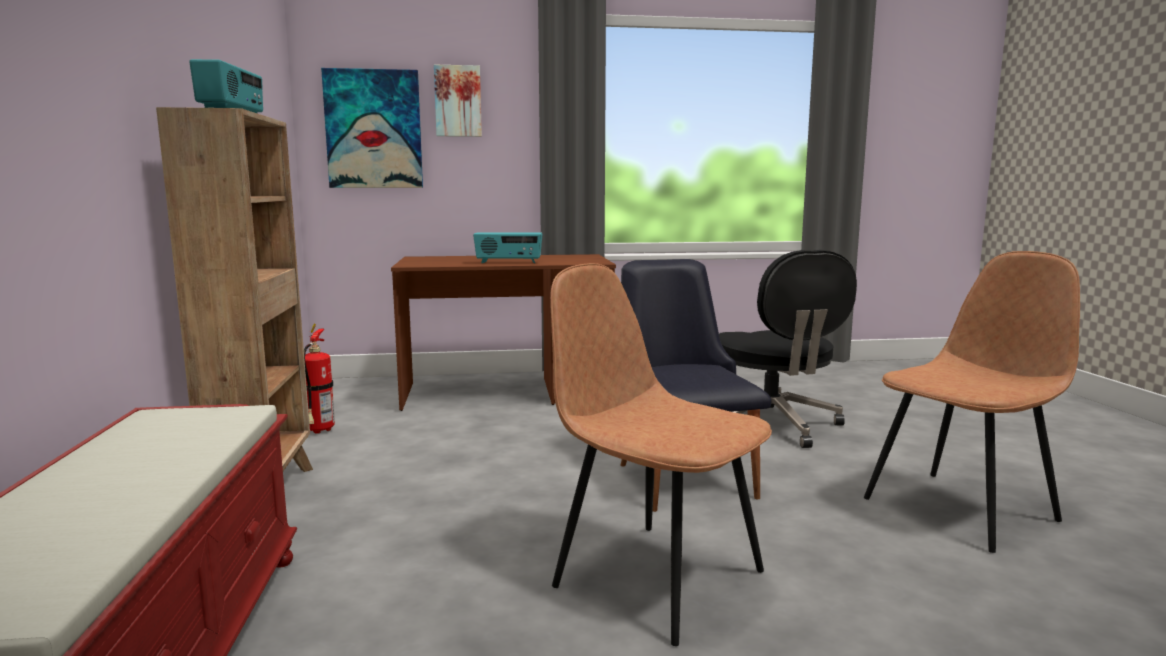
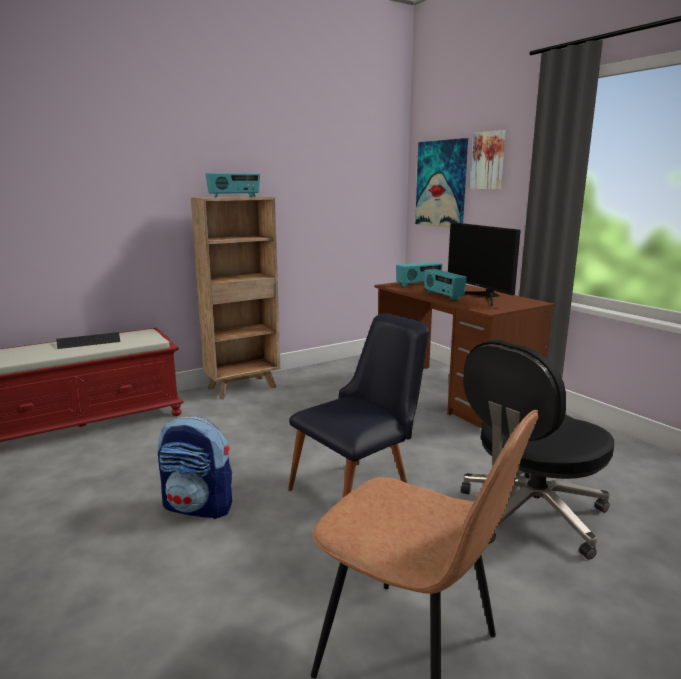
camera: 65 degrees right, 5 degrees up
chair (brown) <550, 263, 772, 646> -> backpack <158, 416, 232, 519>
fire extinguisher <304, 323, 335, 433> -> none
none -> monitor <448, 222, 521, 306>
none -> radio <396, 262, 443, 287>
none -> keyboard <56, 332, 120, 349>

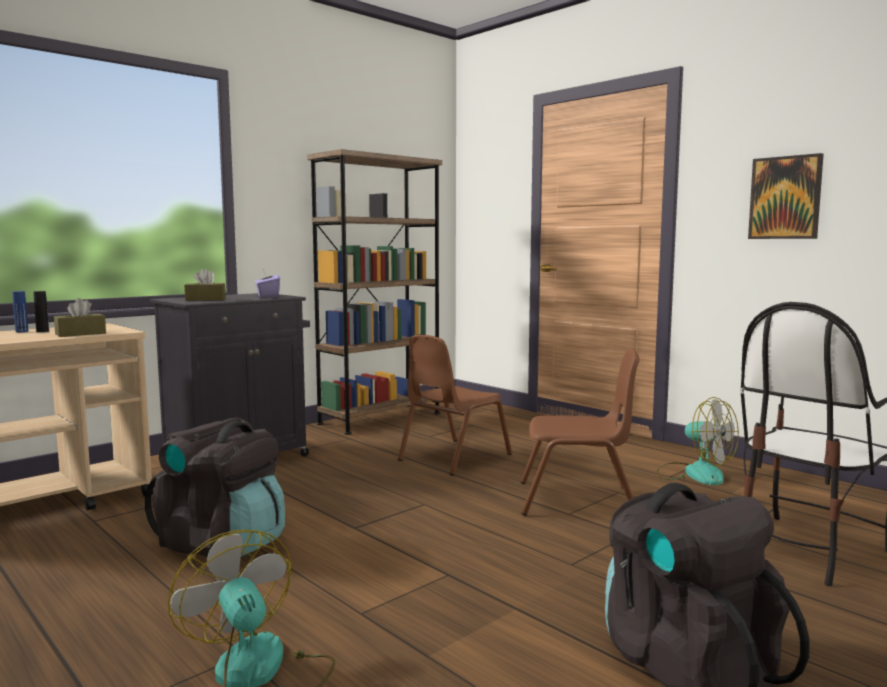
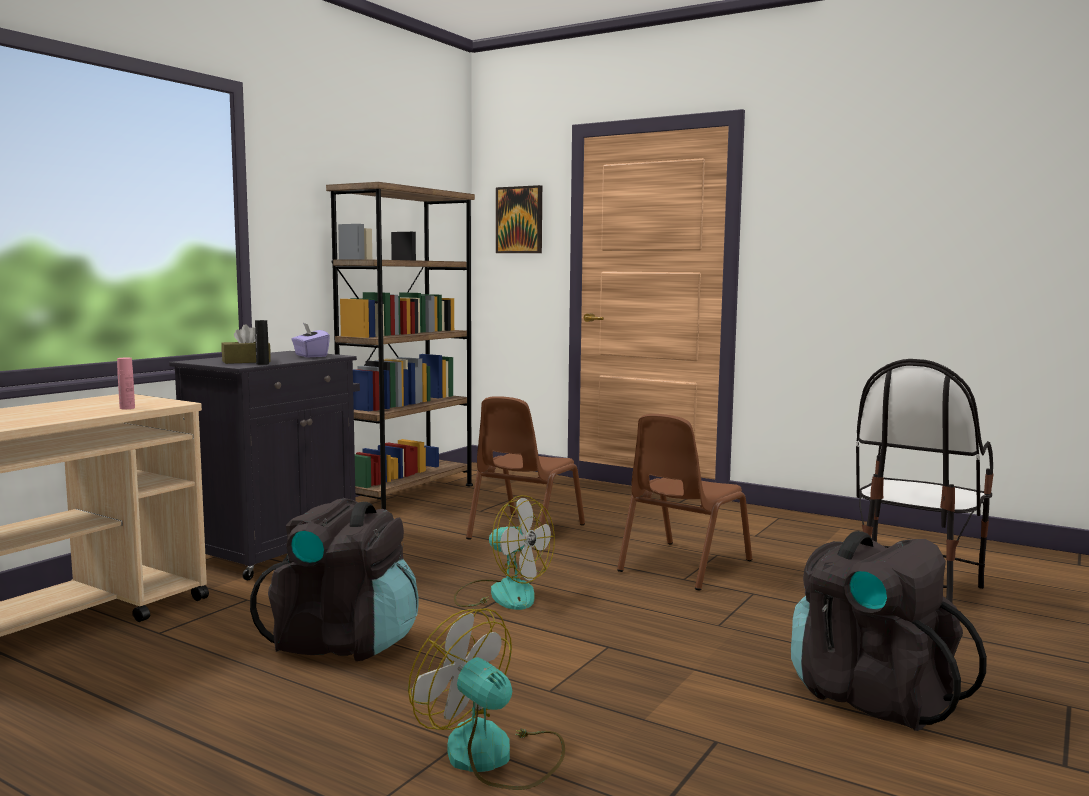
camera: 15 degrees left, 0 degrees up
picture <748, 153, 824, 239> -> picture <496, 185, 542, 253>, moved
bottle (blue) <12, 291, 28, 332> -> none
bottle (black) <33, 291, 49, 332> -> bottle (black) <255, 320, 269, 365>, moved
tissue box (brown) <54, 298, 106, 337> -> bottle (pink) <117, 358, 135, 409>
chair (brown) <521, 349, 640, 516> -> chair (brown) <617, 414, 752, 591>, 135 degrees clockwise
fan <657, 397, 739, 485> -> fan <454, 495, 555, 610>, moved

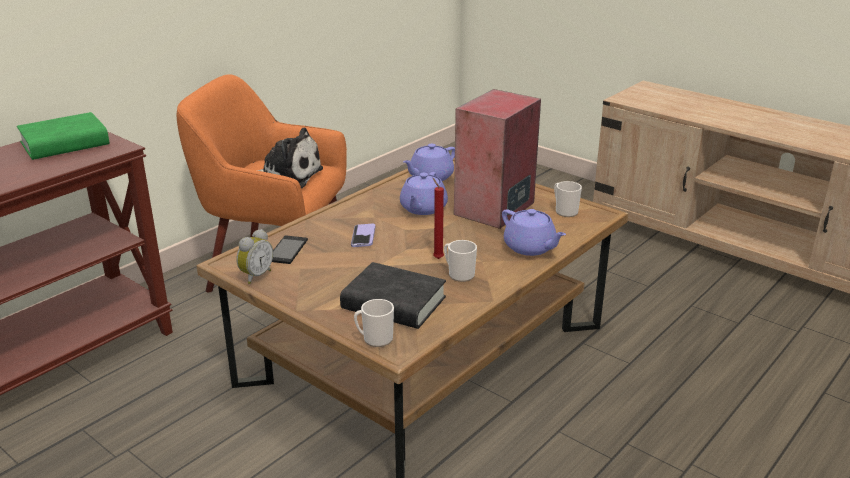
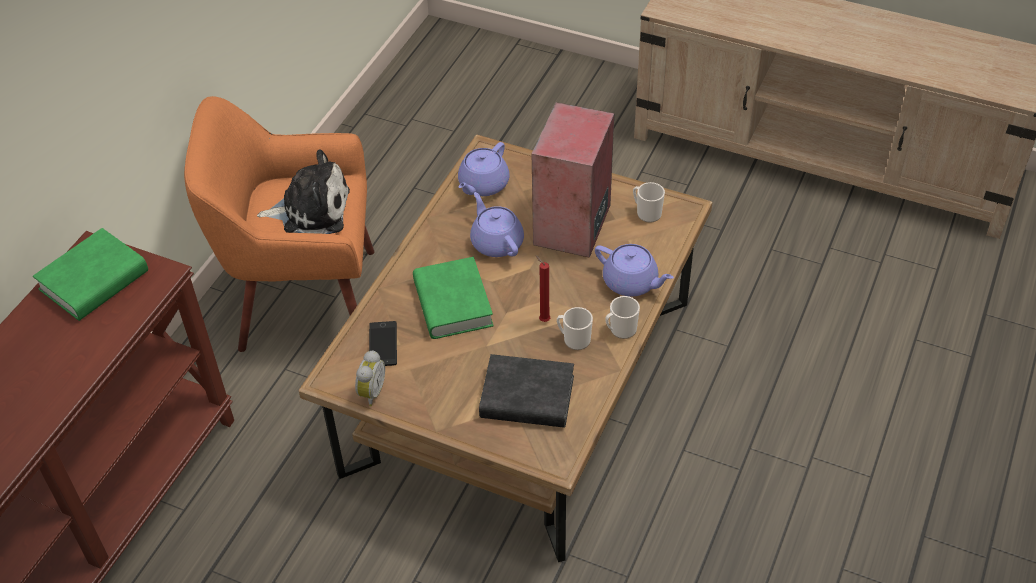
camera: 15 degrees left, 20 degrees up
teapot (purple) <400, 172, 448, 215> -> teapot (purple) <470, 192, 524, 257>, 150 degrees clockwise
phone <351, 224, 376, 247> -> book (green) <413, 257, 493, 339>
mug <354, 299, 394, 347> -> mug <605, 296, 640, 339>, moved

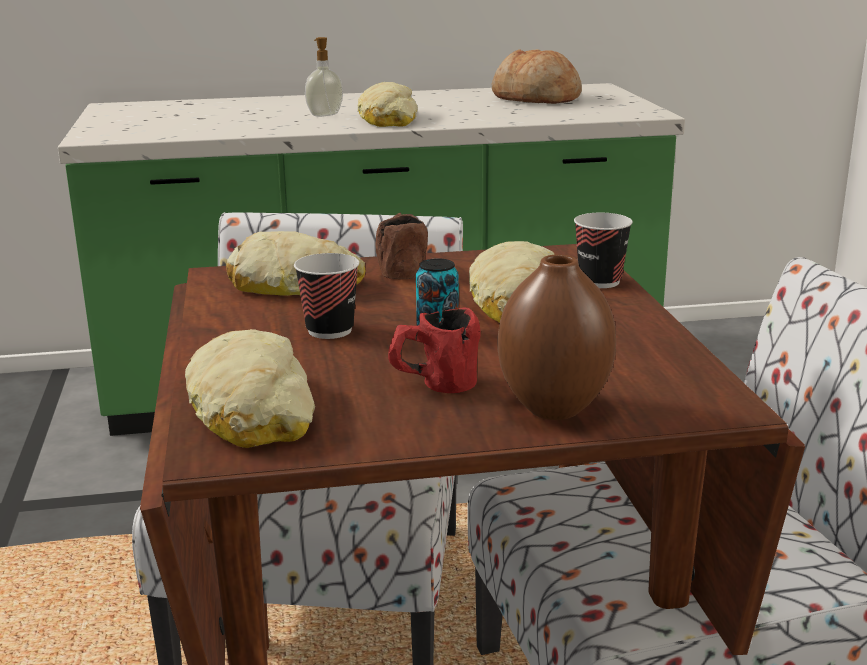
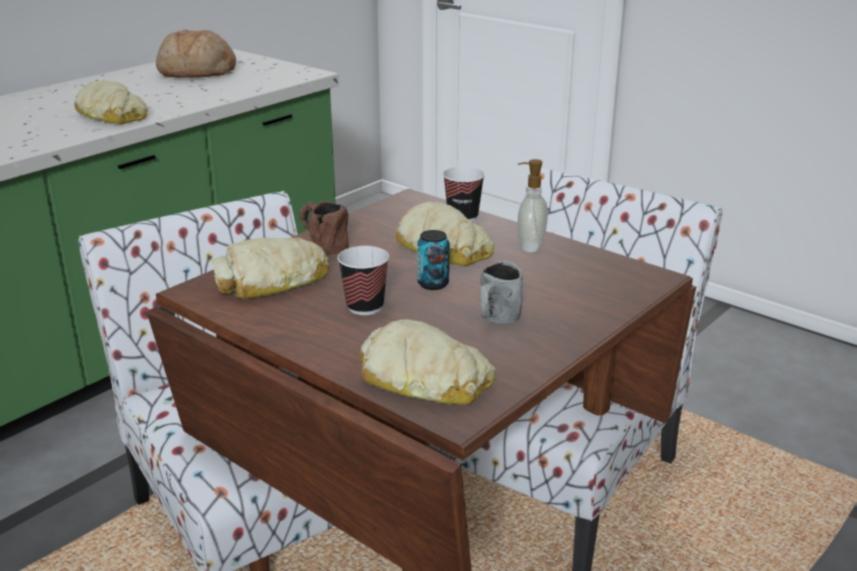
camera: 40 degrees left, 5 degrees up
soap dispenser <305, 37, 343, 117> -> soap dispenser <517, 159, 548, 253>, moved
vase (brown) <498, 254, 616, 420> -> none
mug (red) <388, 307, 481, 393> -> mug (grey) <480, 261, 523, 324>

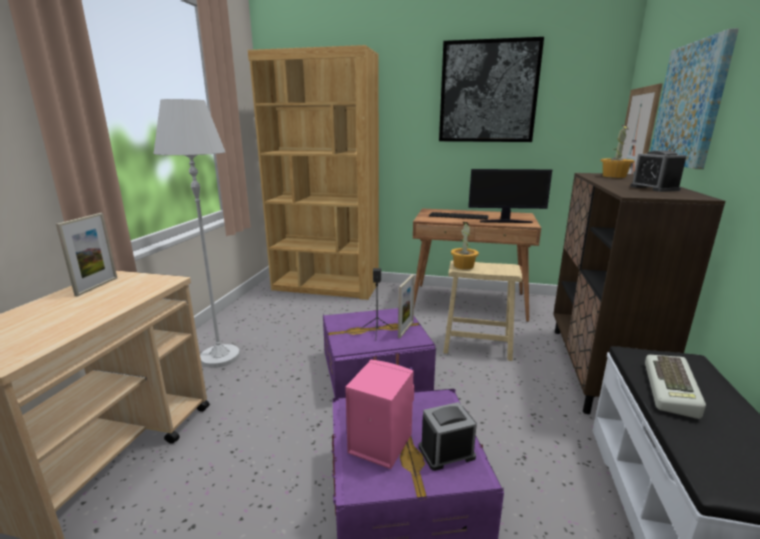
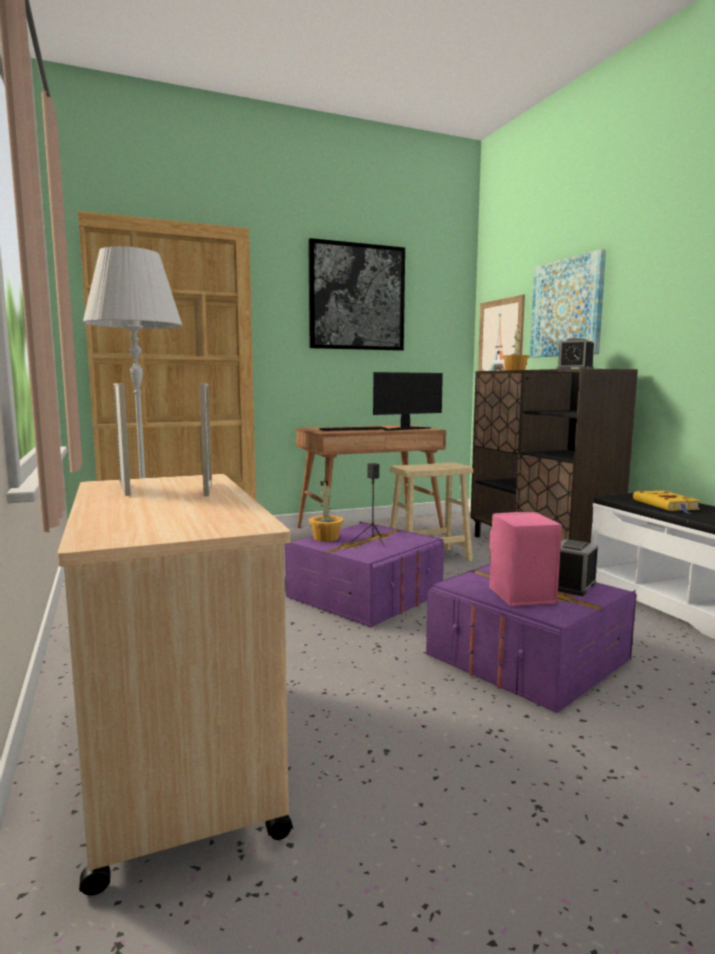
camera: 35 degrees left, 10 degrees down
potted plant <451, 222, 479, 270> -> potted plant <309, 481, 344, 542>, moved
picture frame <398, 274, 415, 338> -> picture frame <199, 383, 212, 496>, moved
keyboard <645, 355, 706, 419> -> book (yellow) <633, 491, 701, 513>

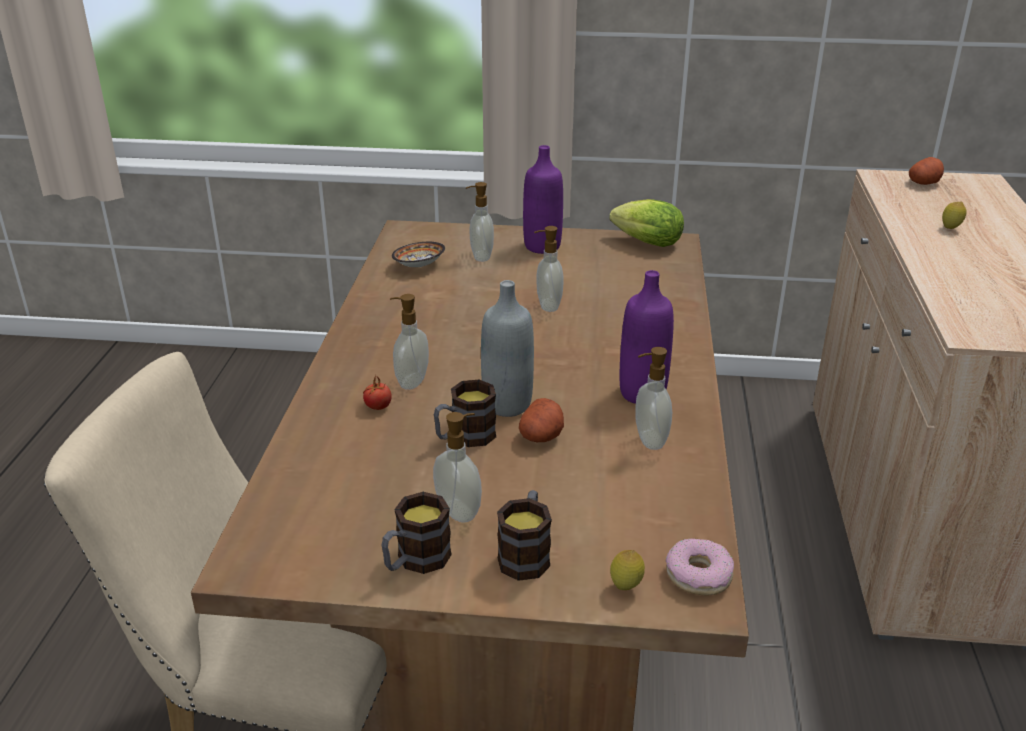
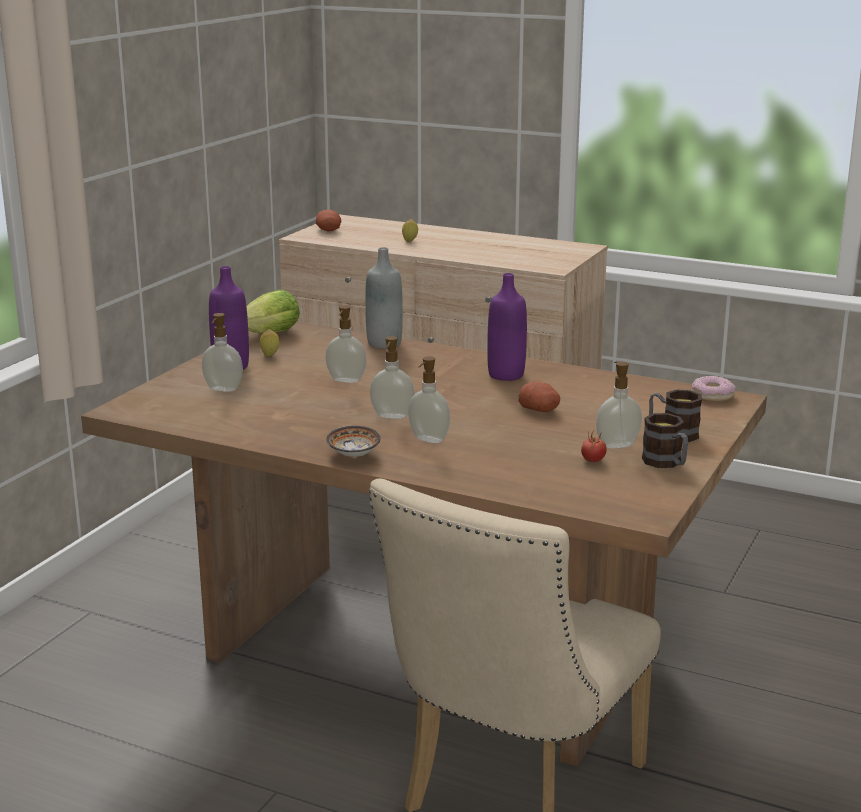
camera: 70 degrees left, 10 degrees down
bowl <392, 242, 445, 267> -> bowl <326, 426, 381, 457>, moved
bottle (grey) <481, 280, 534, 417> -> bottle (grey) <365, 247, 403, 348>, moved
soap dispenser <635, 347, 672, 450> -> soap dispenser <370, 336, 415, 419>, moved
tomato <363, 374, 392, 410> -> tomato <581, 431, 607, 462>, moved
mug <434, 380, 496, 447> -> none
lemon <610, 550, 645, 590> -> lemon <260, 329, 279, 356>, moved

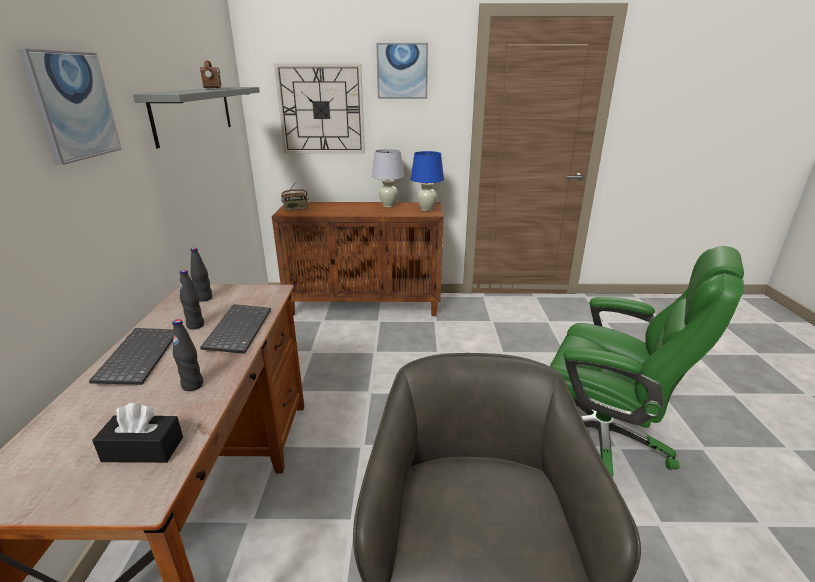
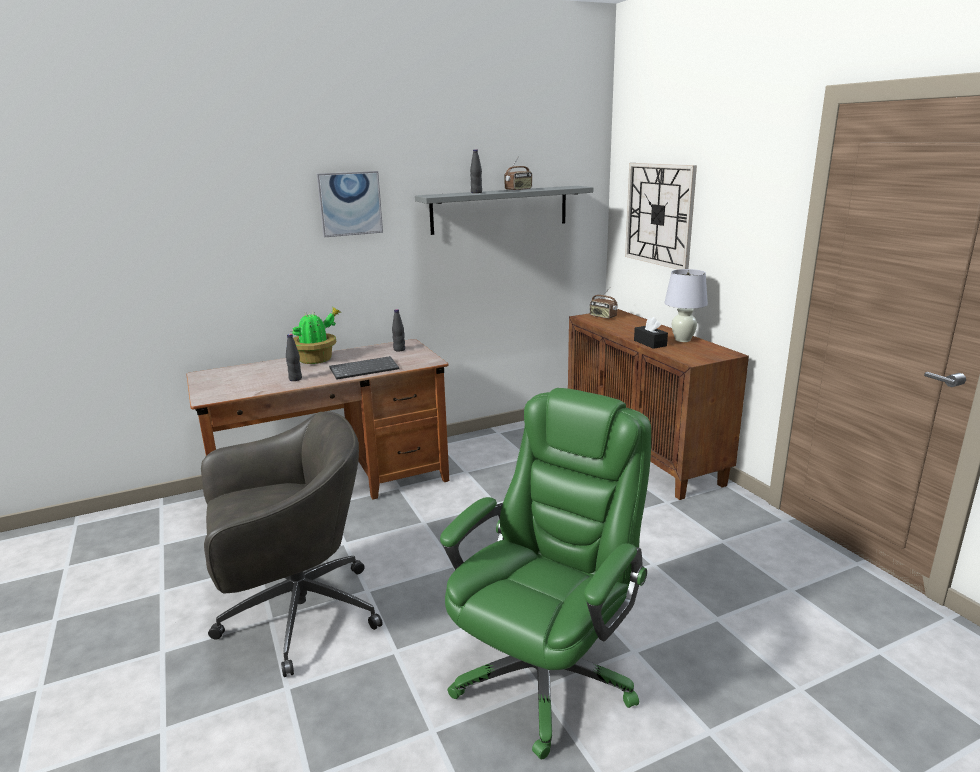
camera: 65 degrees right, 5 degrees down
picture <376, 43, 428, 99> -> none
table lamp (blue) <411, 151, 444, 211> -> none
office chair (green) <550, 246, 744, 478> -> office chair (green) <440, 388, 651, 759>, 150 degrees counterclockwise
bottle (black) <180, 270, 204, 330> -> bottle (black) <470, 149, 482, 193>, moved
keyboard <89, 328, 173, 385> -> potted plant <291, 307, 342, 364>
tissue box (black) <92, 403, 183, 463> -> tissue box (black) <634, 317, 668, 349>, moved

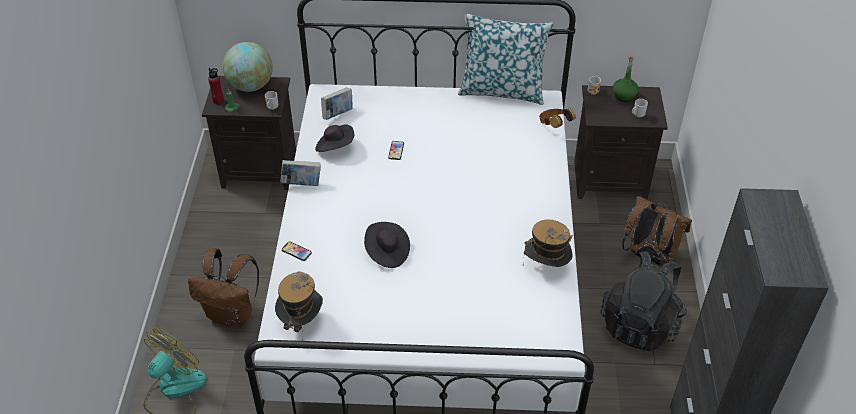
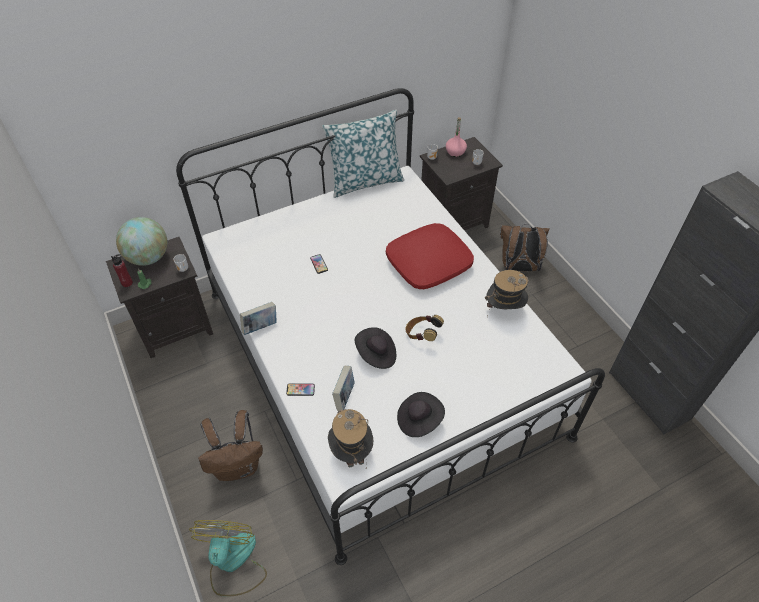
camera: 30 degrees left, 5 degrees up
bottle (green) <613, 55, 639, 102> -> bottle (pink) <446, 117, 467, 157>
book <321, 87, 353, 120> -> book <332, 366, 355, 411>, moved
headphones <539, 108, 576, 128> -> headphones <405, 315, 444, 341>, moved
hat (black) <315, 125, 354, 152> -> hat (black) <397, 392, 445, 437>, moved
backpack (black) <601, 251, 687, 351> -> none
none -> pillow (red) <386, 223, 474, 289>

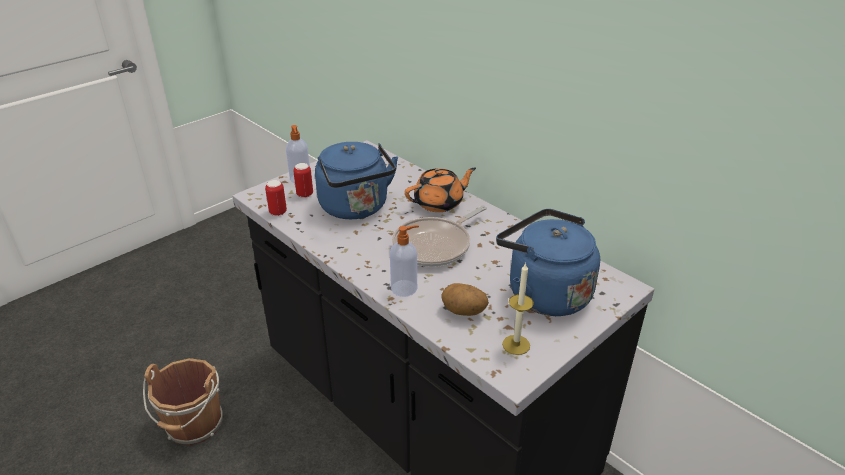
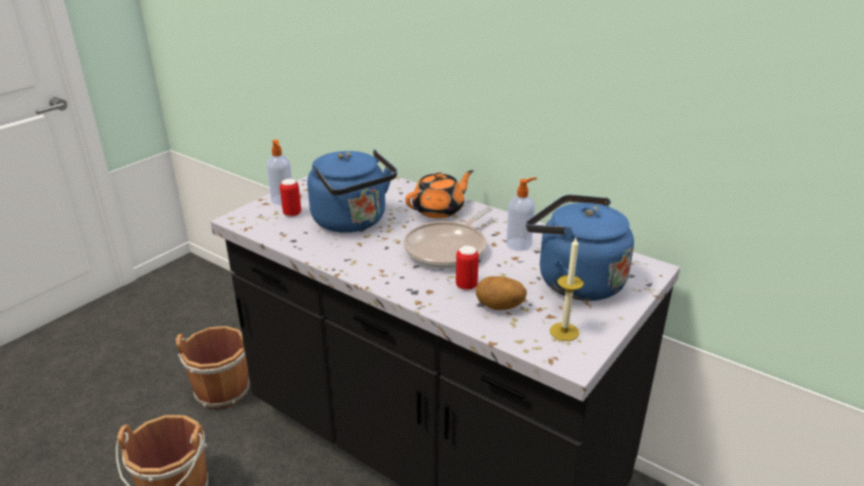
camera: 10 degrees left, 5 degrees down
can <265, 180, 287, 216> -> can <456, 246, 479, 291>, moved
soap dispenser <390, 225, 419, 297> -> soap dispenser <506, 177, 537, 251>, moved
none -> bucket (brown) <175, 326, 250, 409>

